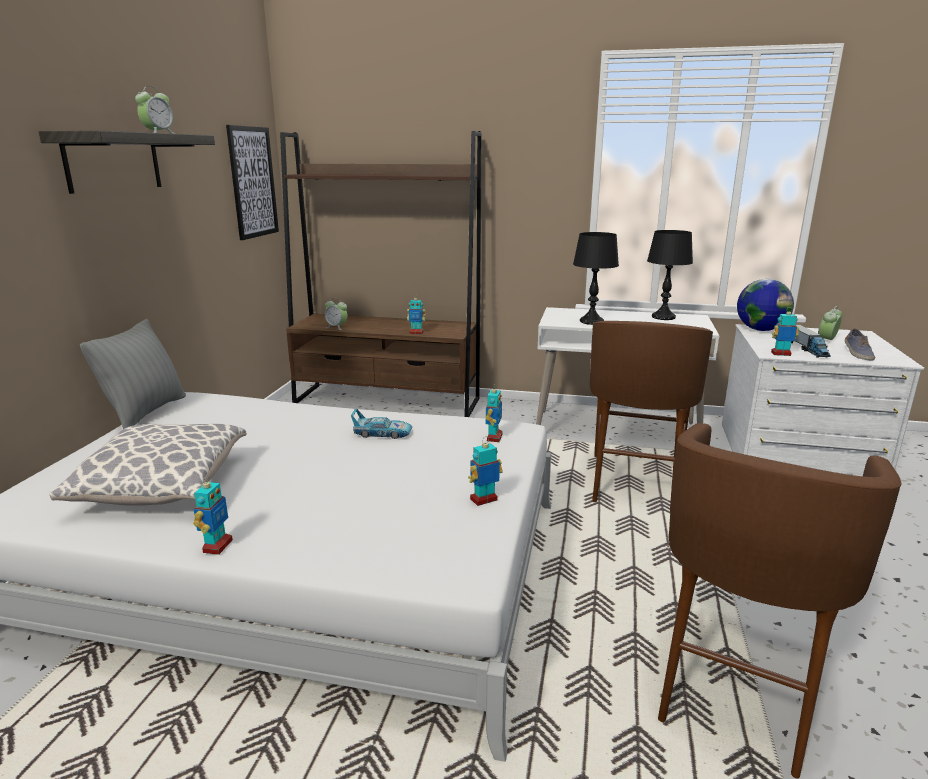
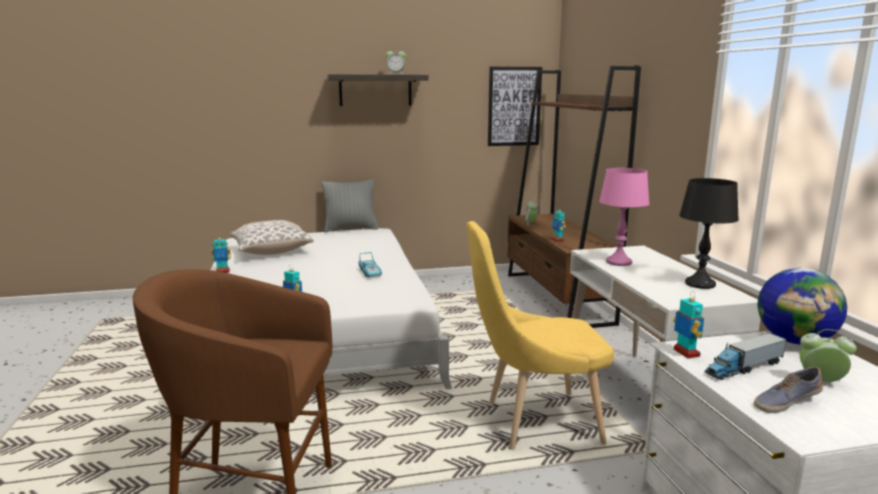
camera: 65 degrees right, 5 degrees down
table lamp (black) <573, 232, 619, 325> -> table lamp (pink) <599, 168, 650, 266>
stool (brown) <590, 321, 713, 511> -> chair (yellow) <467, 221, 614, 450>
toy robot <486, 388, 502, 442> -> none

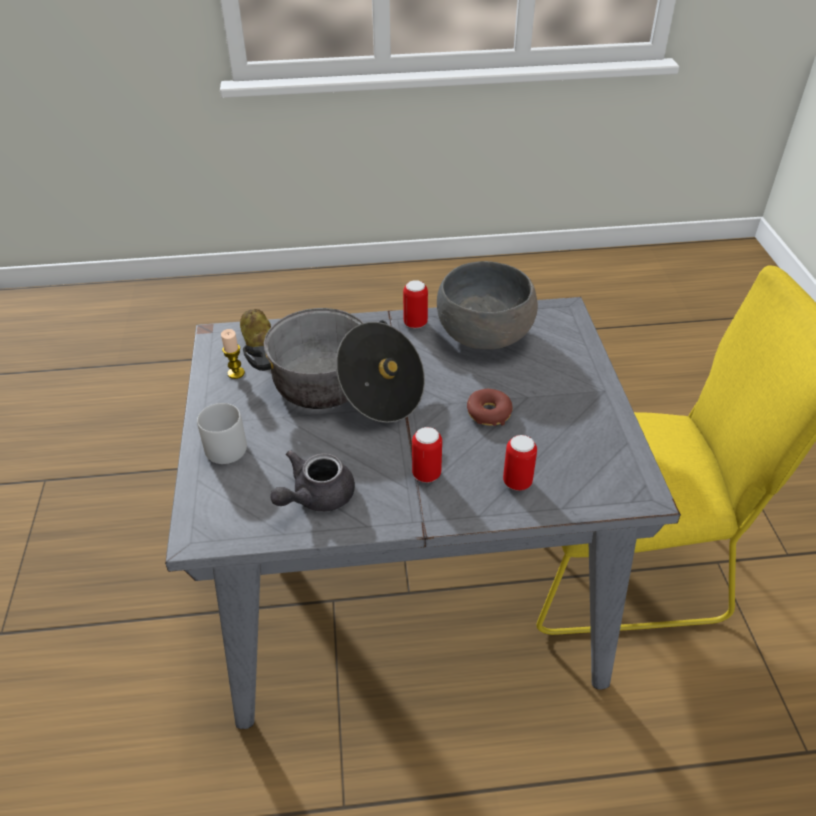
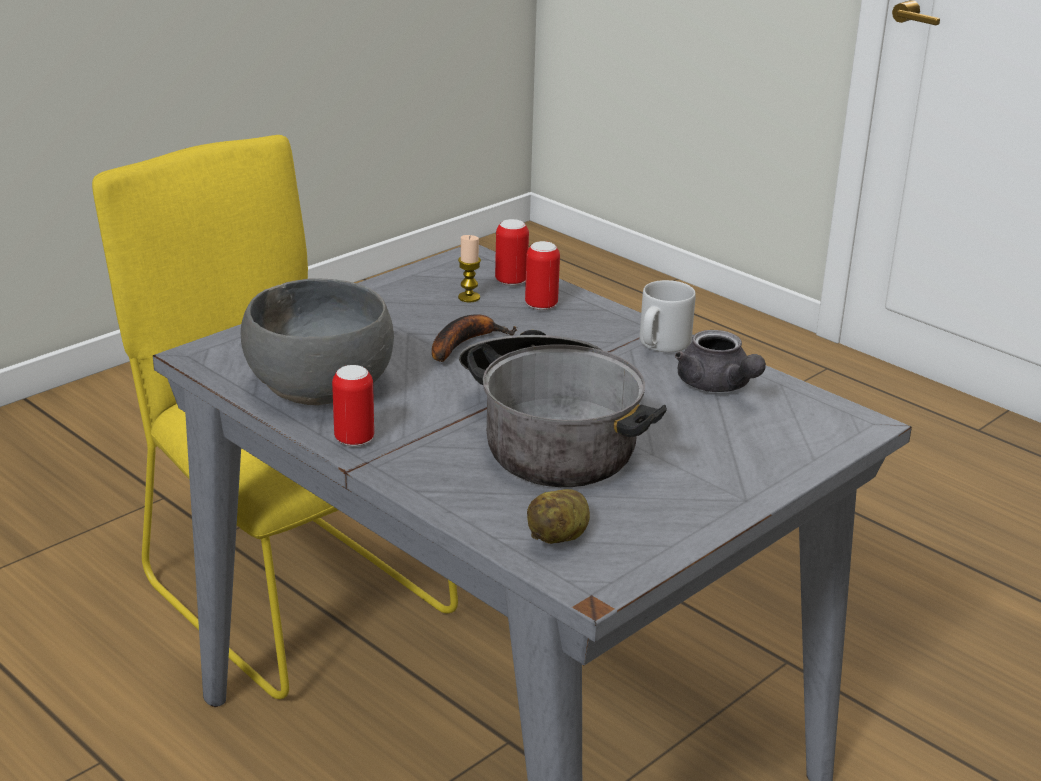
camera: 130 degrees left, 15 degrees down
candle <221, 329, 245, 379> -> candle <458, 235, 481, 302>, moved
donut <467, 389, 513, 426> -> banana <432, 314, 517, 362>
mug (grey) <197, 403, 247, 464> -> mug (grey) <640, 280, 696, 352>, moved
can <412, 427, 442, 483> -> can <495, 219, 529, 286>, moved
teapot (grey) <270, 450, 355, 512> -> teapot (grey) <675, 330, 766, 392>, 60 degrees clockwise

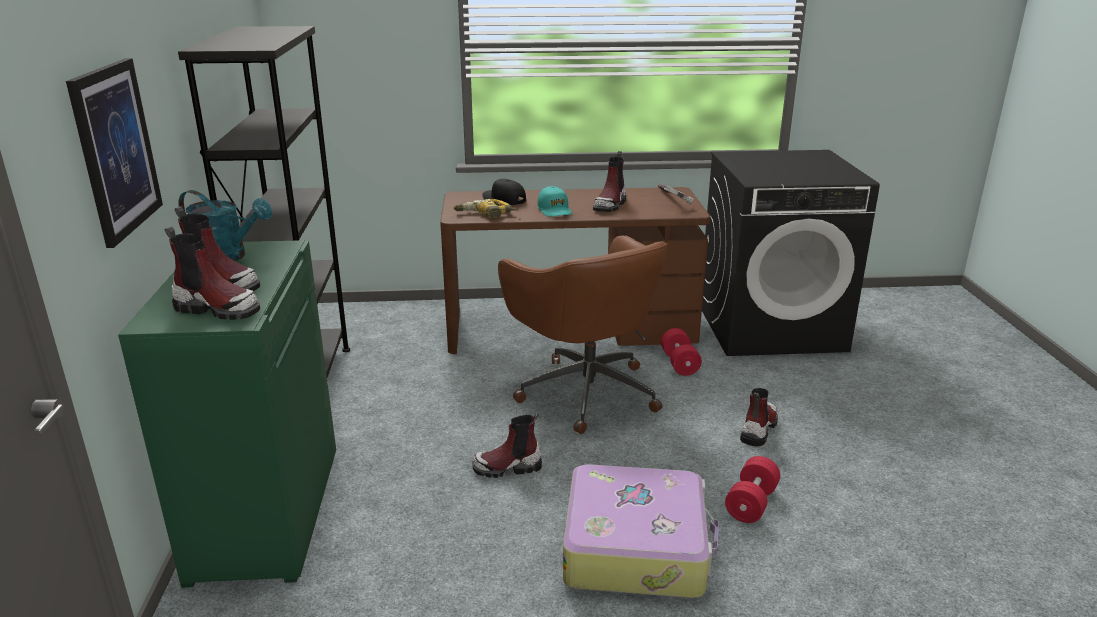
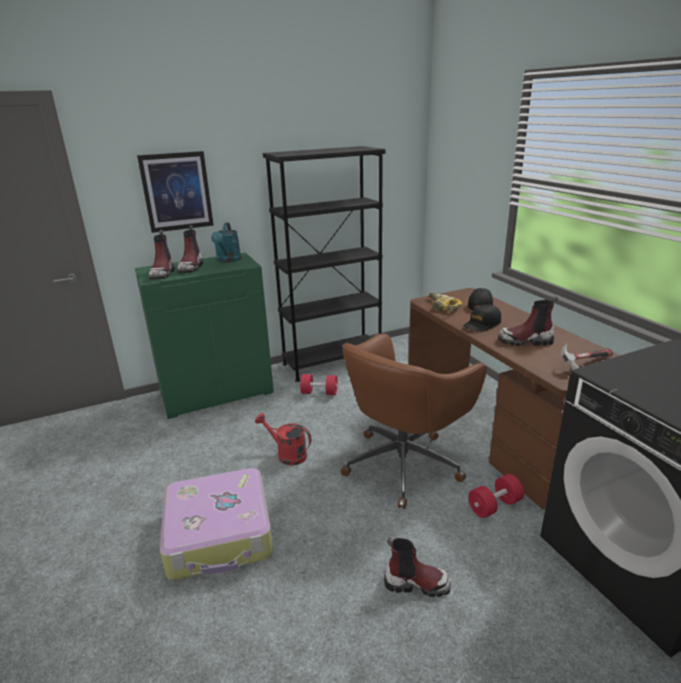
camera: 70 degrees right, 0 degrees up
cap (turquoise) <537, 186, 572, 217> -> cap (black) <463, 305, 501, 332>
boot <472, 411, 542, 478> -> watering can (red) <255, 413, 311, 465>
dumbbell (red) <725, 456, 780, 523> -> dumbbell (red) <300, 374, 338, 395>, moved

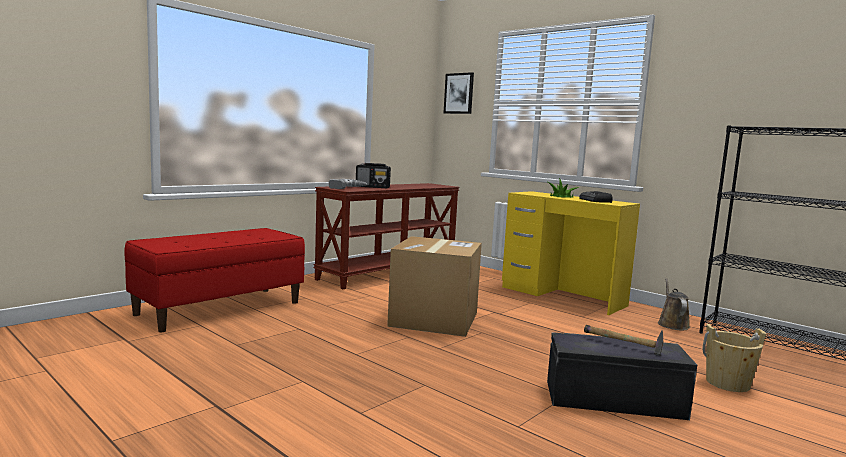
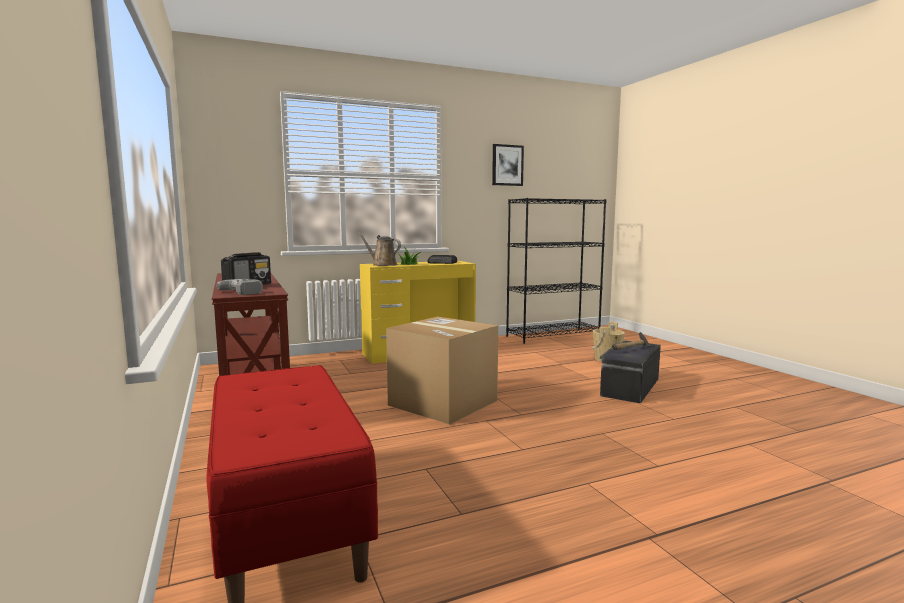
camera: 65 degrees left, 0 degrees up
picture <444, 72, 474, 114> -> picture <492, 144, 524, 186>, moved
watering can (brown) <658, 278, 690, 330> -> watering can (brown) <358, 232, 401, 266>, moved

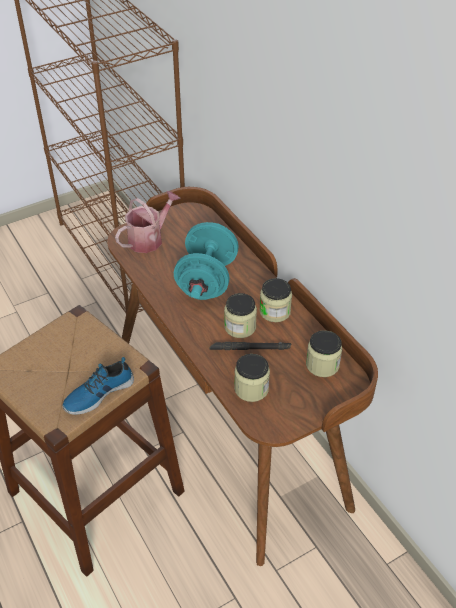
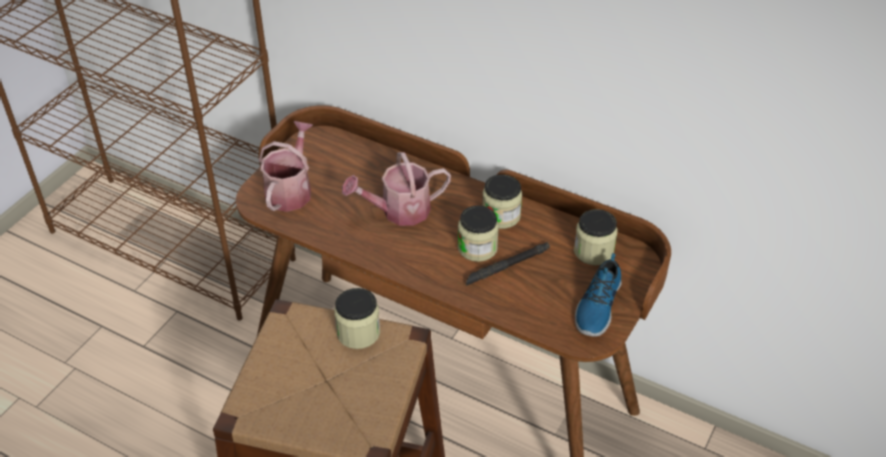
camera: 30 degrees left, 0 degrees up
dumbbell (turquoise) <174, 222, 239, 300> -> watering can <342, 152, 451, 226>
jar <234, 354, 270, 402> -> jar <334, 288, 380, 349>, moved
shoe <62, 357, 134, 415> -> shoe <575, 253, 622, 336>, moved

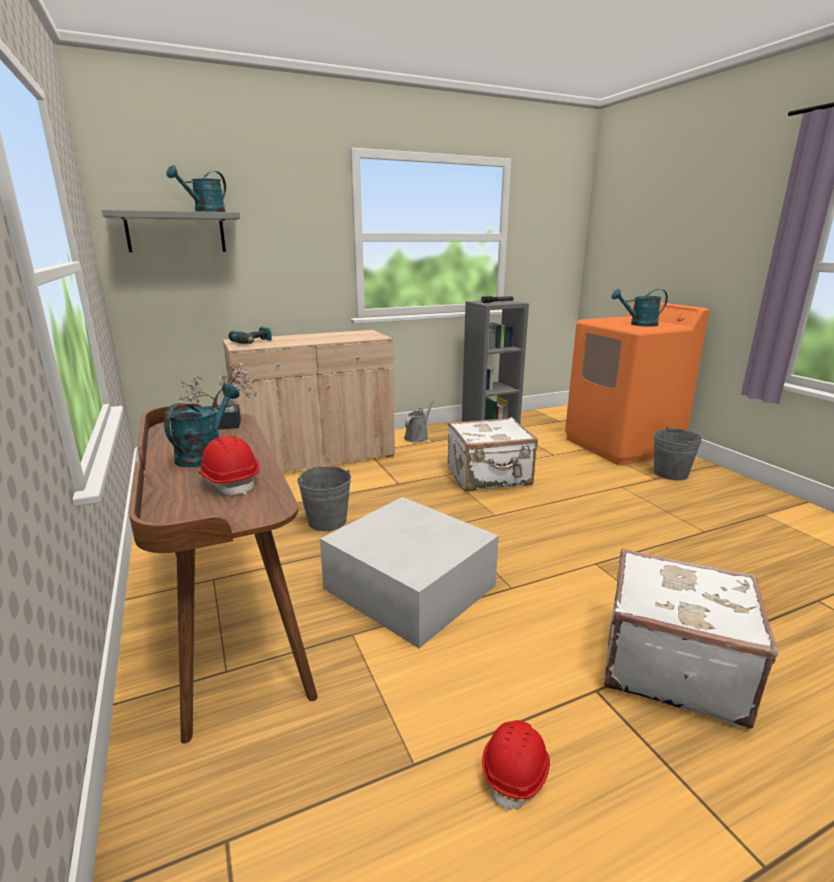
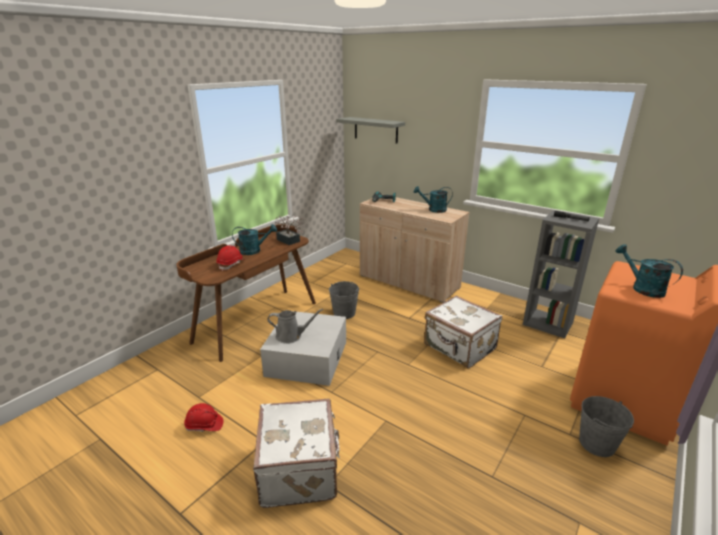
camera: 60 degrees right, 5 degrees up
watering can (turquoise) <166, 165, 226, 212> -> watering can (turquoise) <414, 186, 453, 213>, moved
watering can (grey) <404, 399, 434, 443> -> watering can (grey) <267, 309, 323, 344>, moved

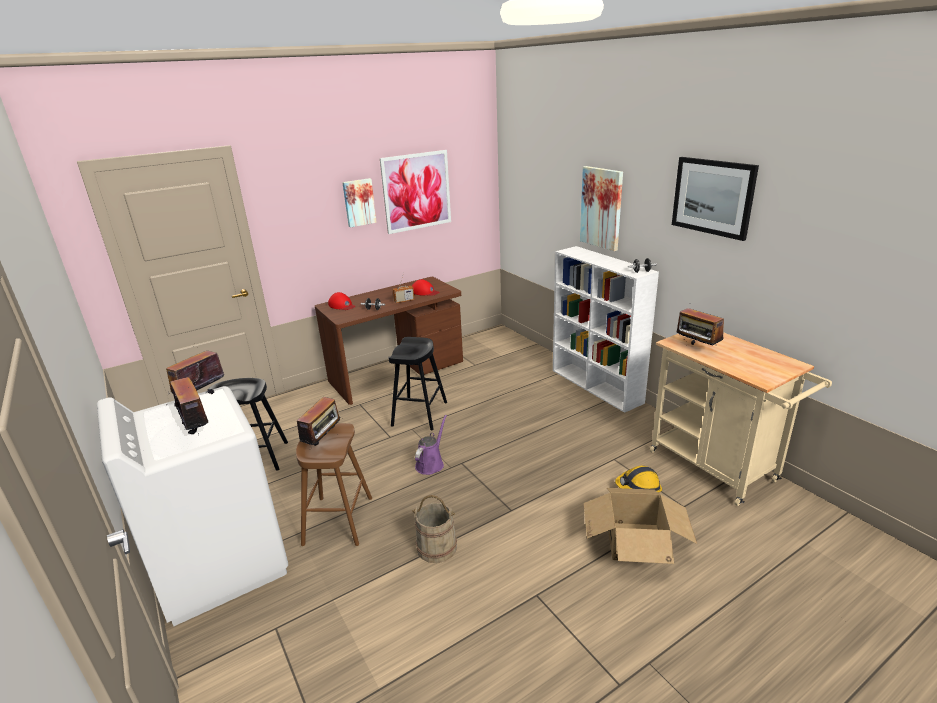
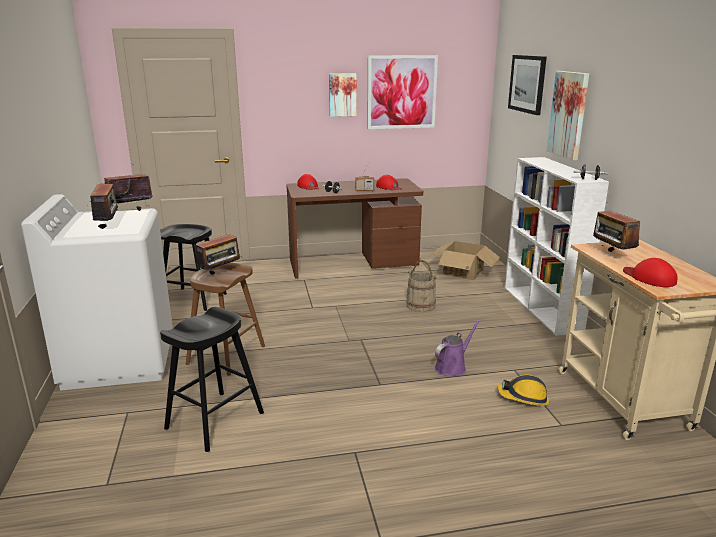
camera: 20 degrees right, 5 degrees down
picture <672, 157, 759, 241> -> picture <508, 55, 547, 115>, moved
stool (black) <388, 337, 447, 430> -> stool (black) <160, 307, 264, 452>, moved
watering can (purple) <415, 415, 447, 475> -> watering can (purple) <434, 320, 481, 377>, moved
cardboard box <584, 488, 697, 564> -> cardboard box <428, 241, 500, 280>, moved
bucket (beige) <412, 495, 457, 563> -> bucket (beige) <406, 260, 437, 312>, moved
none -> cap (red) <623, 258, 677, 287>

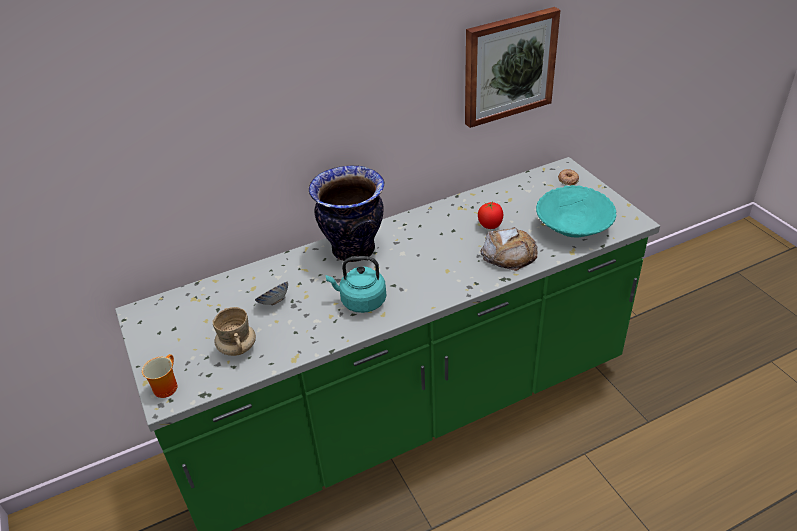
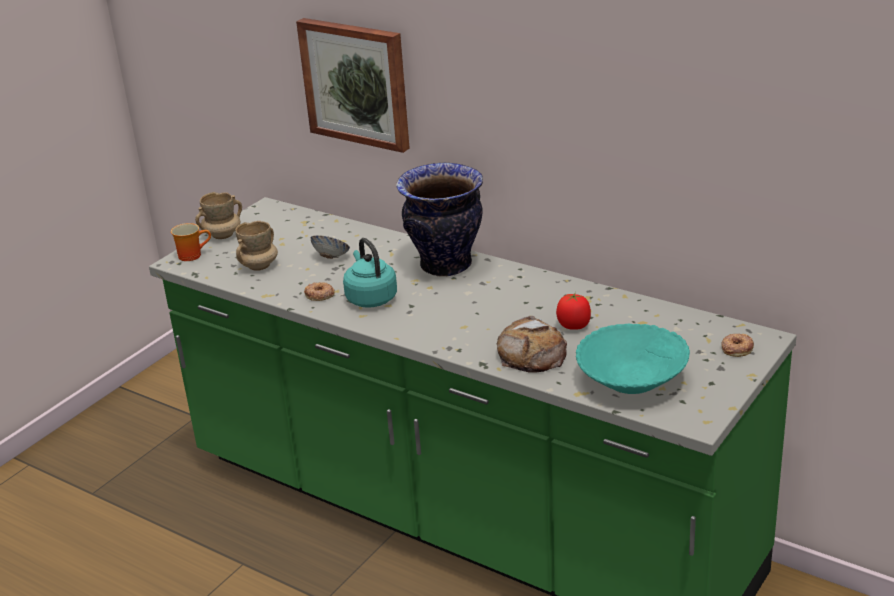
camera: 60 degrees right, 10 degrees down
picture <465, 7, 561, 128> -> picture <296, 18, 410, 153>, moved
none -> mug (beige) <195, 192, 242, 239>
none -> donut <304, 282, 335, 301>

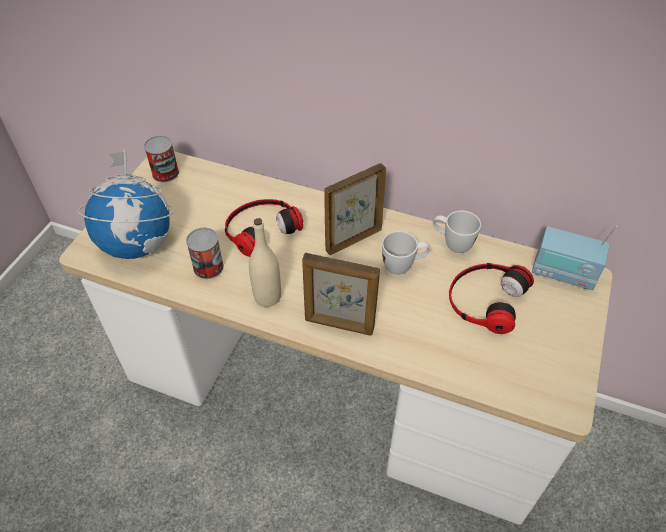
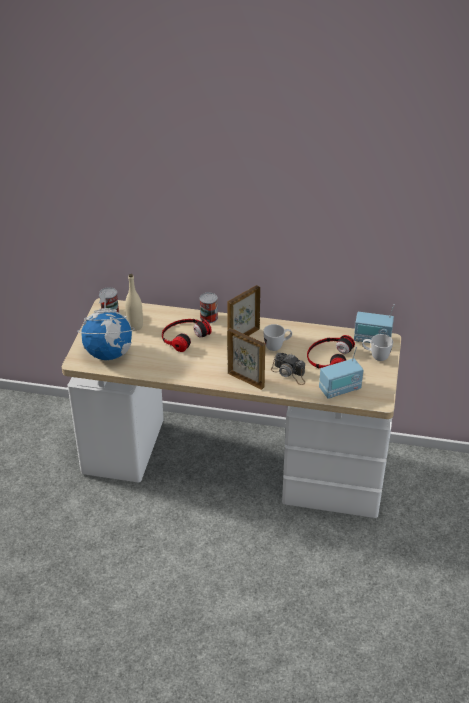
camera: 10 degrees left, 10 degrees down
mug (white) <432, 210, 481, 253> -> mug (white) <362, 334, 393, 361>, moved
bottle (beige) <249, 218, 281, 307> -> bottle (beige) <125, 274, 143, 331>, moved
can <186, 228, 224, 279> -> can <200, 292, 218, 323>, moved
picture frame <302, 253, 380, 336> -> picture frame <227, 328, 265, 390>, 150 degrees counterclockwise
none -> radio <319, 346, 364, 399>
none -> photo camera <271, 353, 305, 385>

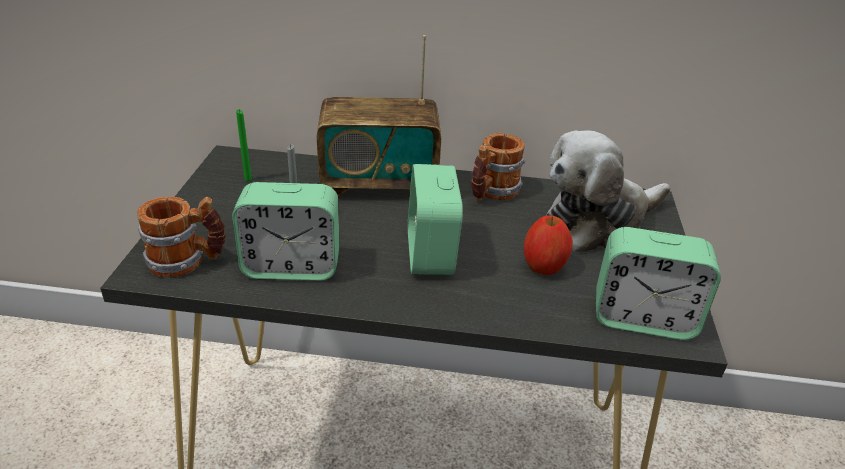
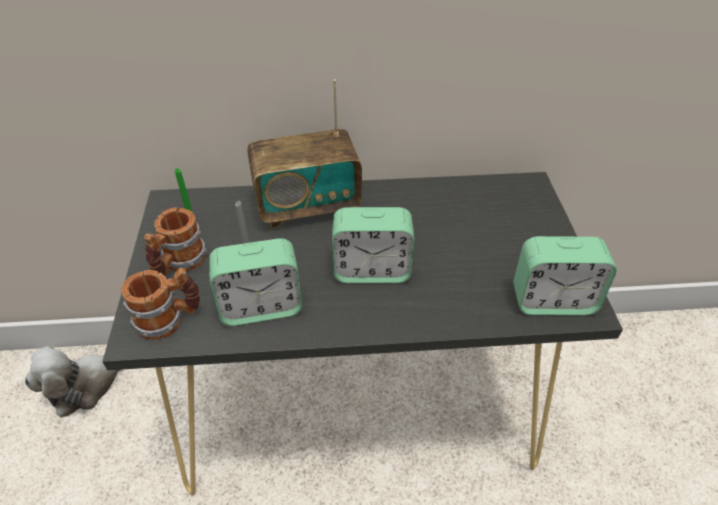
camera: 10 degrees left, 10 degrees up
plush toy <546, 130, 671, 252> -> plush toy <25, 346, 120, 418>, moved
mug <471, 133, 525, 201> -> mug <144, 207, 207, 277>, moved
alarm clock <408, 164, 463, 275> -> alarm clock <332, 207, 414, 283>, 75 degrees counterclockwise
apple <524, 215, 573, 275> -> none

